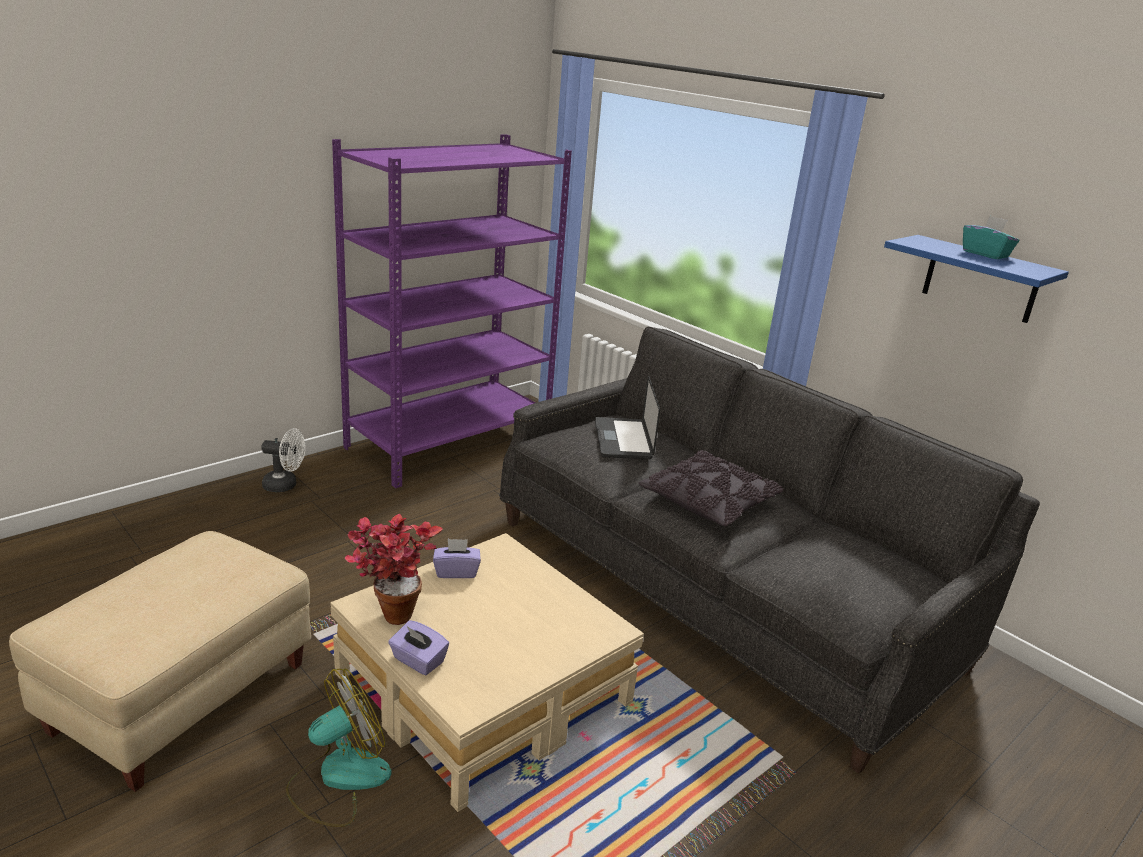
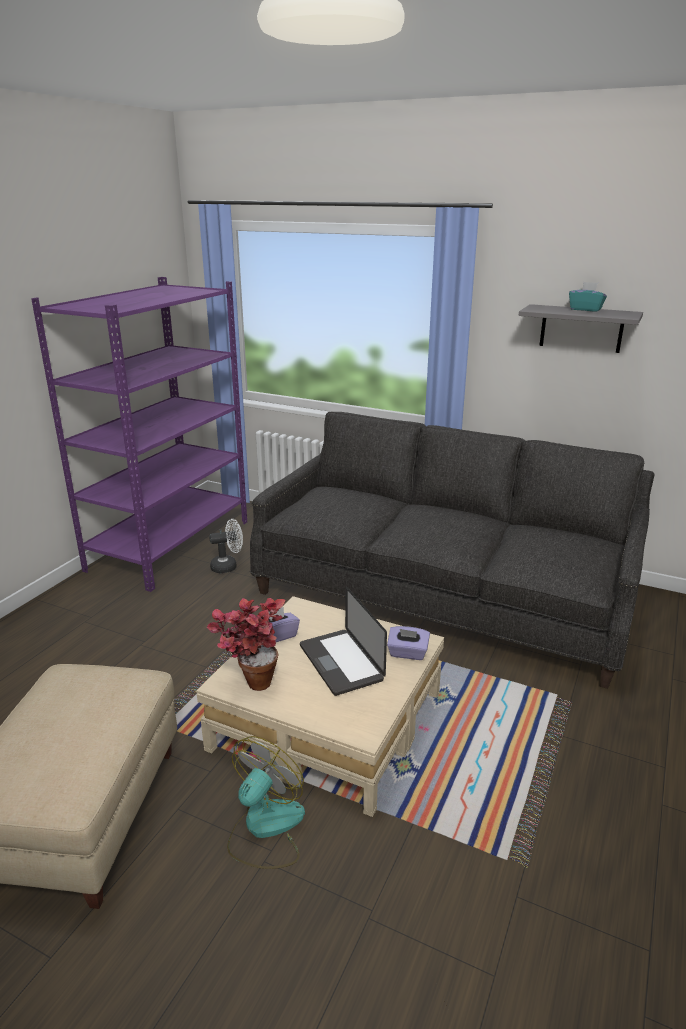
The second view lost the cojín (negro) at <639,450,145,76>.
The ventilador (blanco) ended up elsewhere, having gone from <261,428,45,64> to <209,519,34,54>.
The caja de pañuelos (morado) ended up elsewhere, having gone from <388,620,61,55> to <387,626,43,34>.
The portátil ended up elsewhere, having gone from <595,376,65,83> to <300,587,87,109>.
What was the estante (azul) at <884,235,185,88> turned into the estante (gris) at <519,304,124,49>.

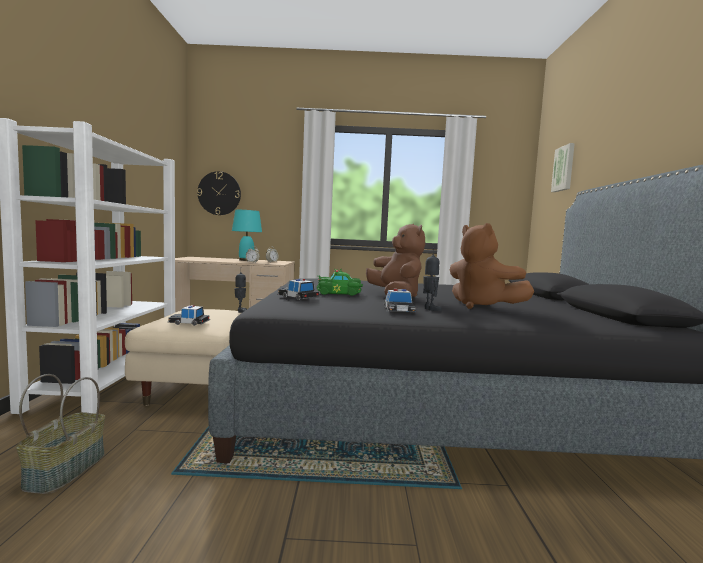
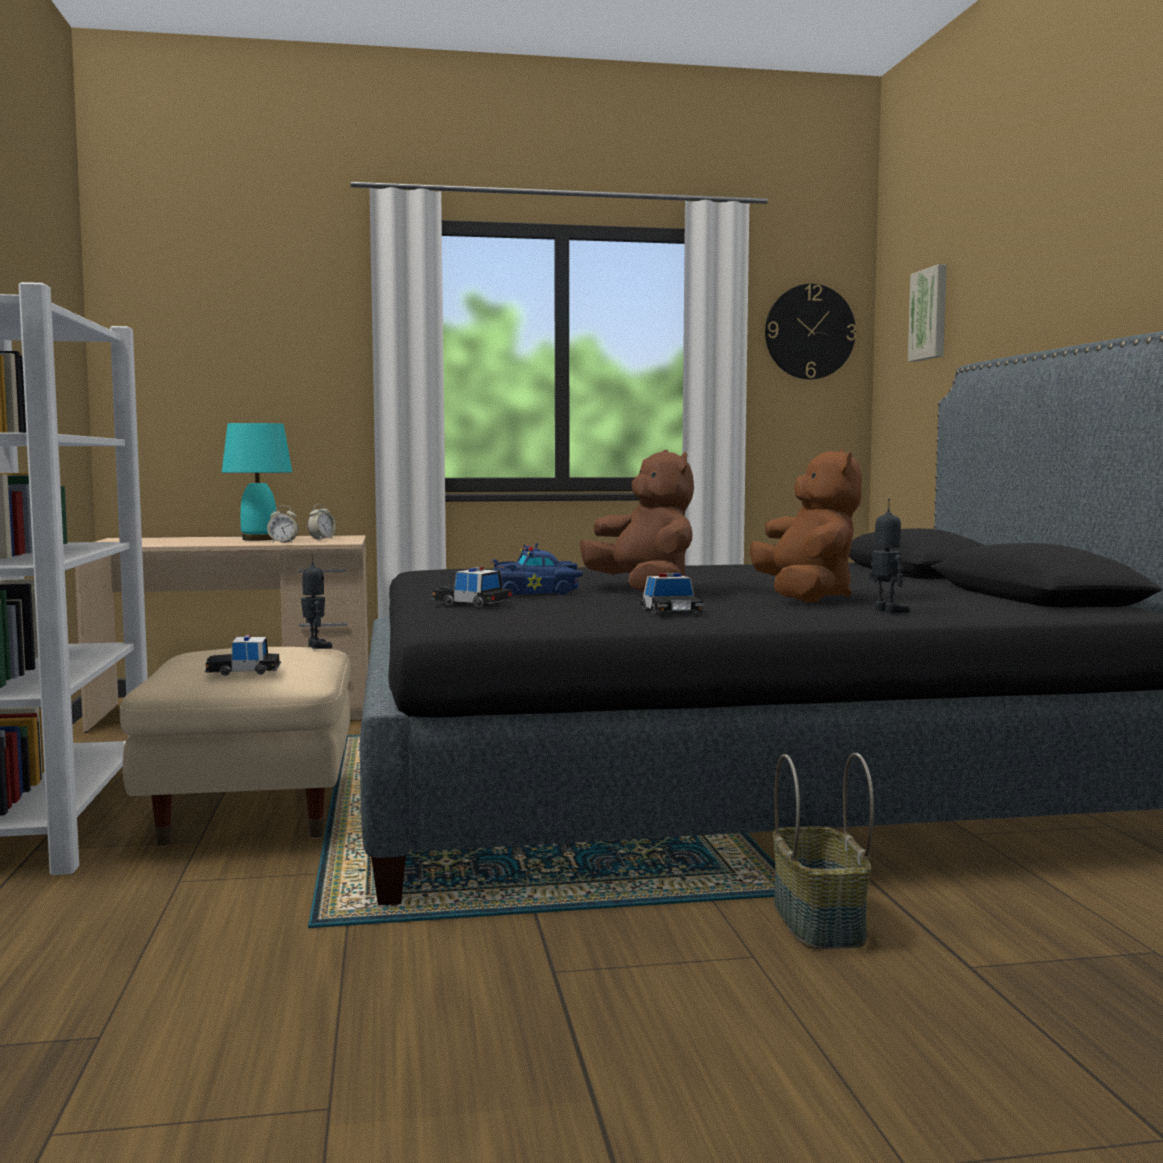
The cesta ended up elsewhere, having gone from <16,374,89,120> to <773,753,101,196>.
The reloj de pared ended up elsewhere, having gone from <197,171,44,44> to <765,284,91,95>.
The robot de juguete ended up elsewhere, having gone from <423,248,19,63> to <869,499,41,114>.
What was the coche de juguete (verde) at <317,269,46,27> turned into the coche de juguete (azul) at <490,543,93,53>.
The peluche (marrón) at <450,223,84,86> ended up facing another way, 135 degrees counterclockwise from before.

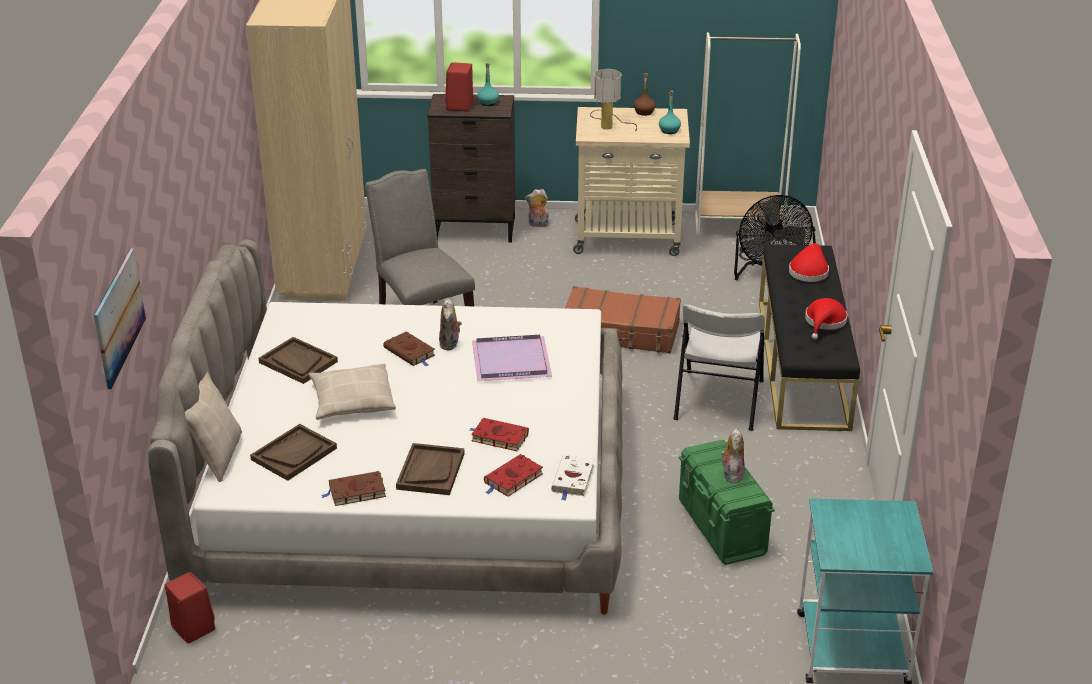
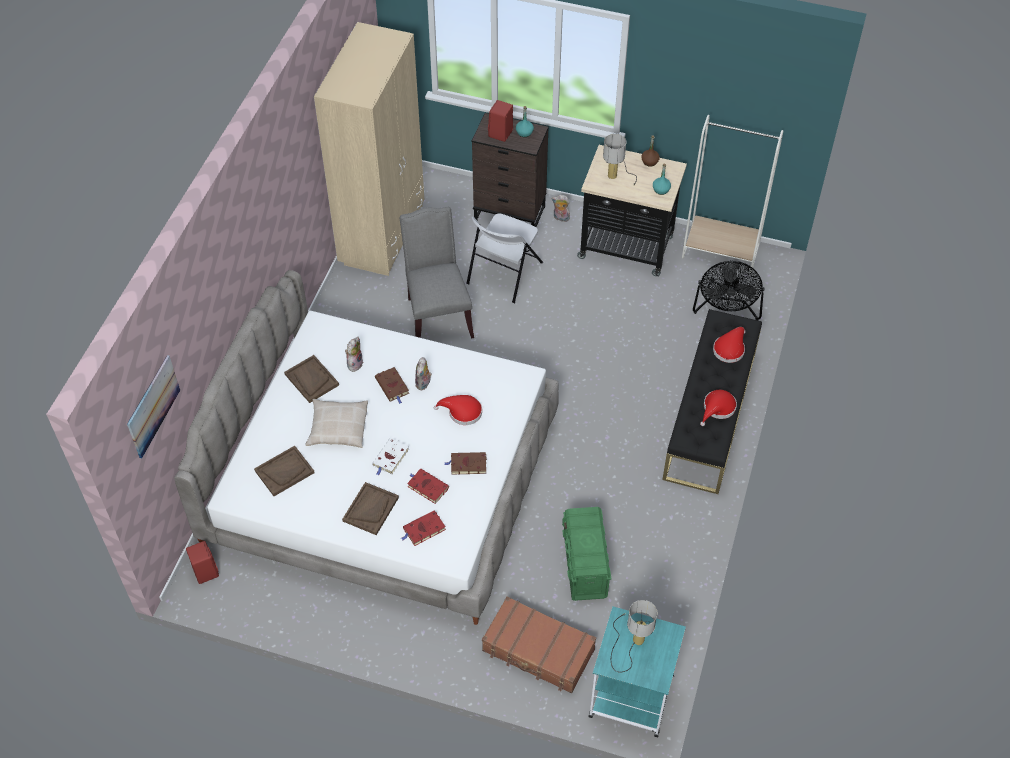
The second view lost the cojín (beis) at <185,371,57,111>.
The second view gained the lámpara de mesa at <611,600,46,73>.
The libro (marrón) ended up elsewhere, having gone from <321,471,65,35> to <445,452,42,22>.
The libro (blanco) ended up elsewhere, having gone from <551,455,43,46> to <372,438,37,38>.
The maleta (marrón) ended up elsewhere, having gone from <565,286,116,68> to <482,596,114,97>.
The silla (blanco) ended up elsewhere, having gone from <673,305,92,126> to <466,213,77,90>.
The peluche ended up elsewhere, having gone from <721,428,24,55> to <345,337,19,35>.
Where the bandeja (morado) stood at <472,335,80,46>, the sombrero (rojo) came to stand at <434,395,48,30>.
What was the carrito (beis) at <573,107,117,149> turned into the carrito (negro) at <577,145,110,132>.

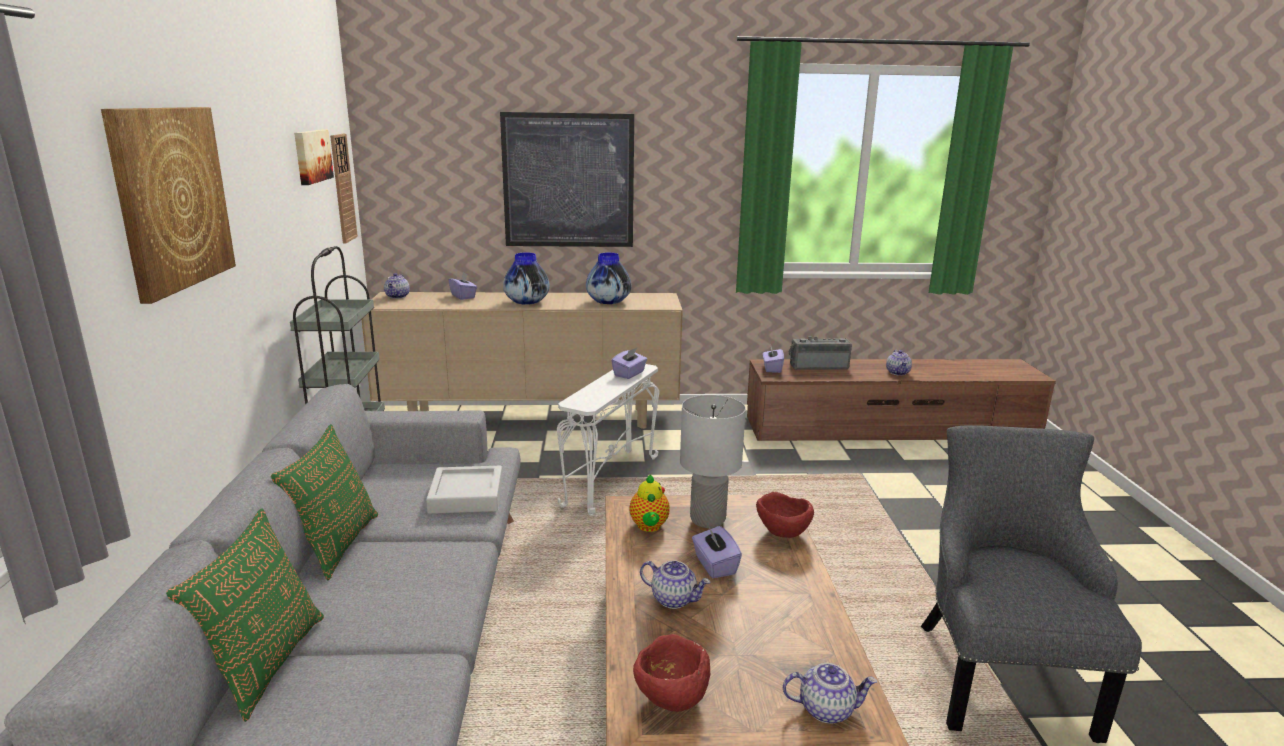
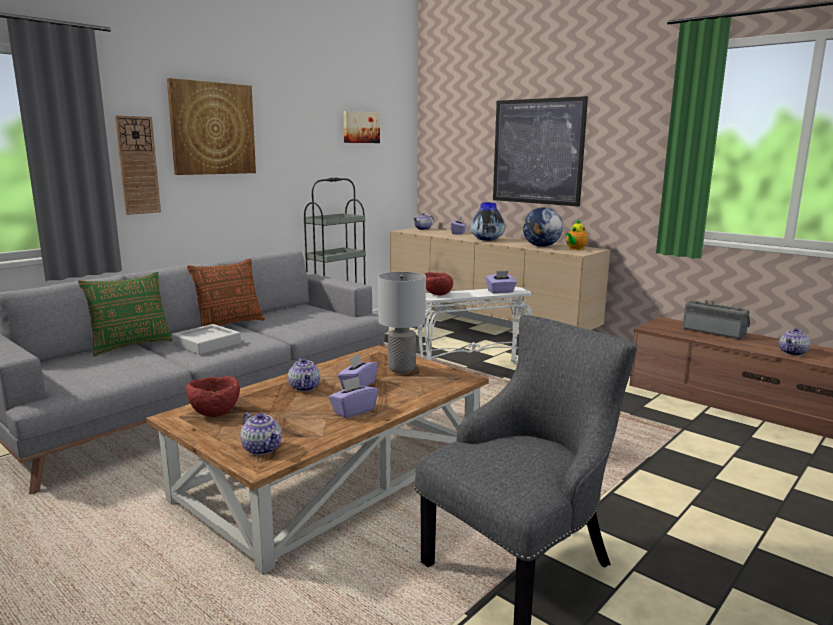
The reloj de pared ended up elsewhere, having gone from <330,134,28,110> to <115,115,46,100>.
The bandeja (gris) ended up elsewhere, having gone from <426,466,77,48> to <172,324,69,31>.
The tetera ended up elsewhere, having gone from <629,475,41,57> to <566,219,22,31>.
The cuenco (rojo) ended up elsewhere, having gone from <756,492,58,46> to <424,272,29,24>.
The caja de pañuelos (morado) ended up elsewhere, having gone from <763,346,21,27> to <329,376,49,42>.
Where the florero stood at <586,253,46,51>, the globo terráqueo came to stand at <523,207,40,40>.
What was the cojín (verde) at <271,424,107,157> turned into the cojín (marrón) at <187,259,78,68>.

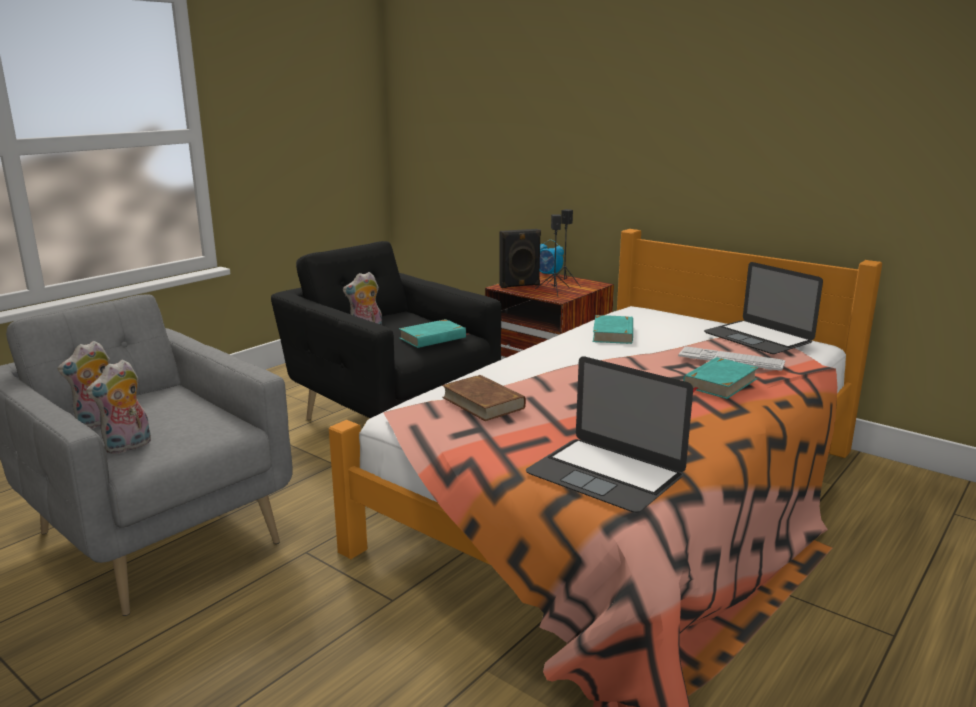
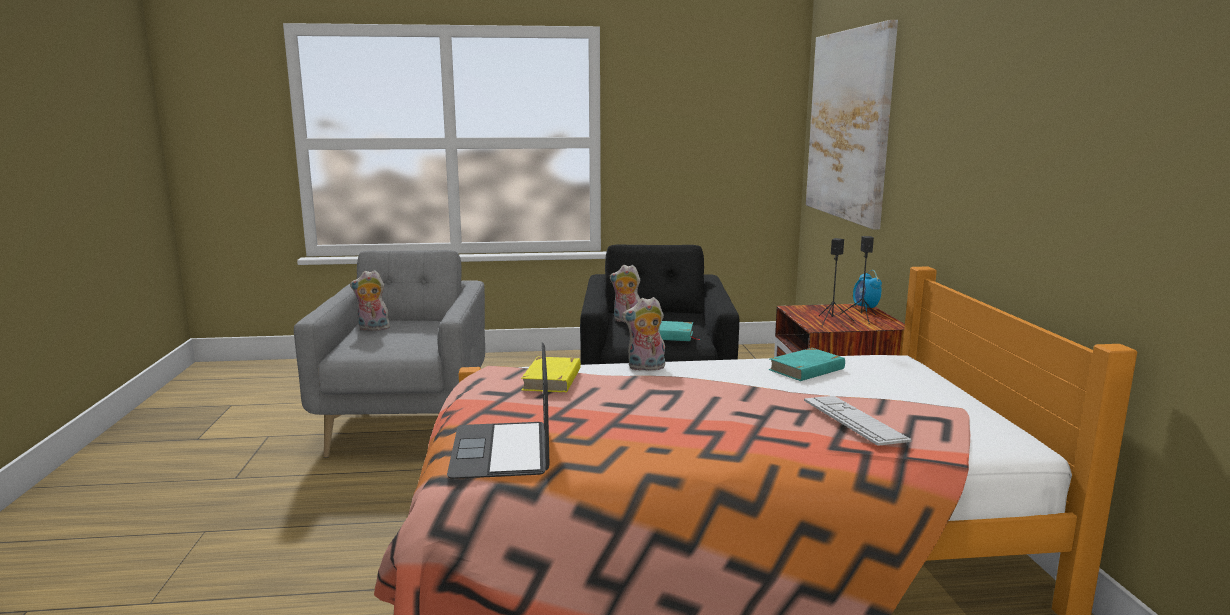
The second view lost the altavoz (negro) at <499,229,42,59>.
The second view lost the libro (turquesa) at <683,357,76,42>.
The second view lost the portátil at <704,262,119,92>.
The second view gained the cuadro at <806,20,92,210>.
The peluche ended up elsewhere, having gone from <86,359,65,95> to <622,297,43,74>.
What was the libro (marrón) at <442,375,84,46> turned into the libro (amarillo) at <521,357,60,35>.

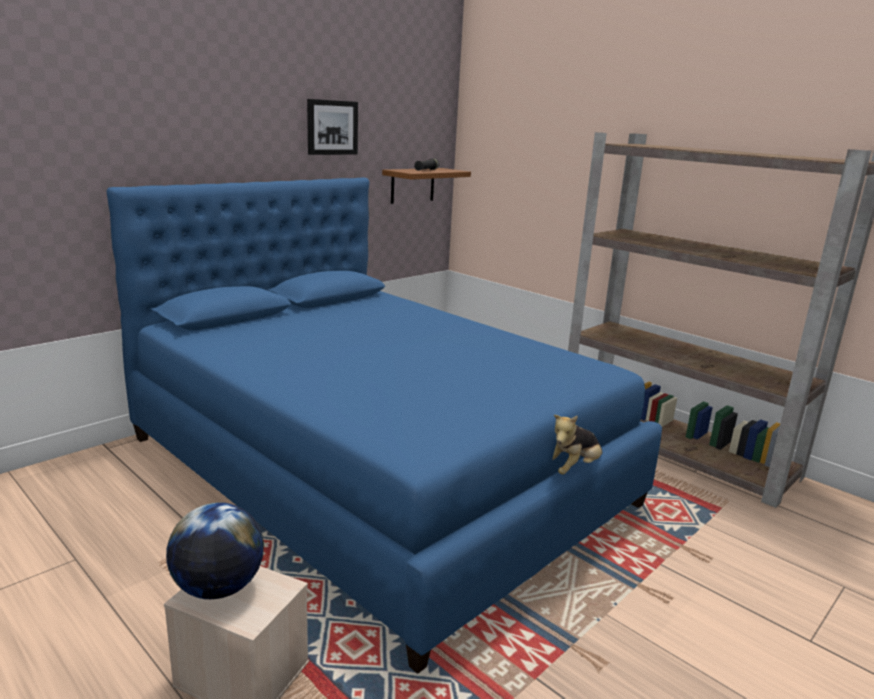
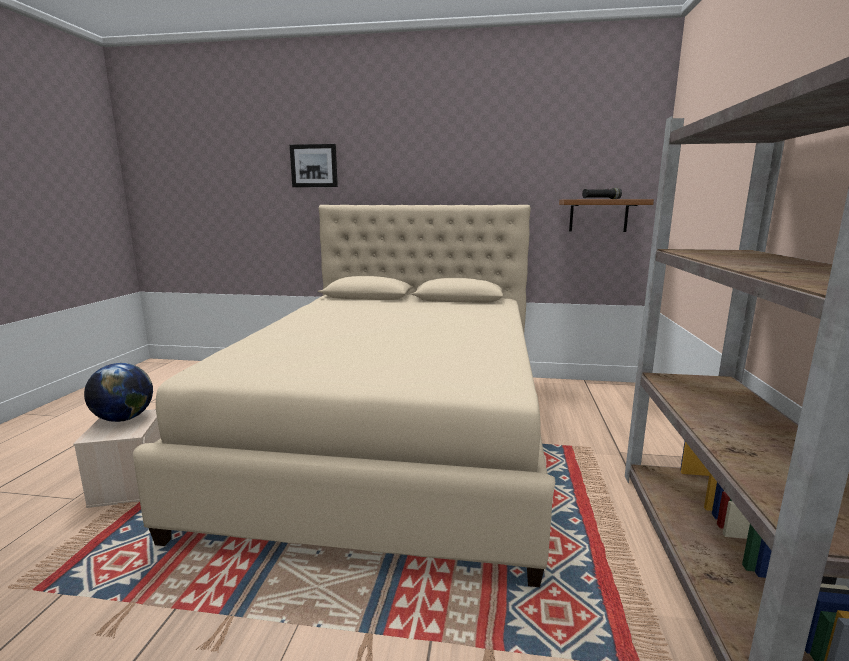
The second view lost the peluche at <552,415,50,60>.
The cuadro ended up elsewhere, having gone from <307,99,51,56> to <290,144,48,43>.
What was the cama (azul) at <107,178,555,496> turned into the cama (beis) at <133,205,422,382>.

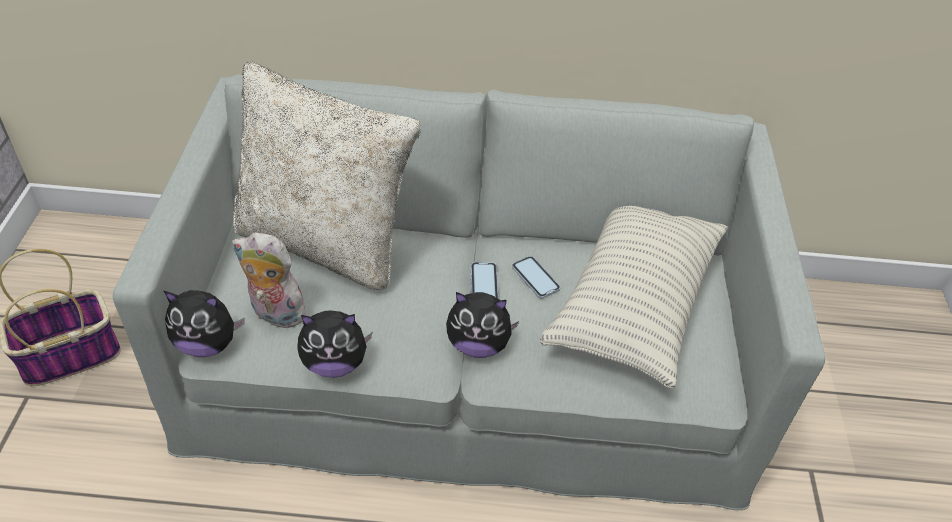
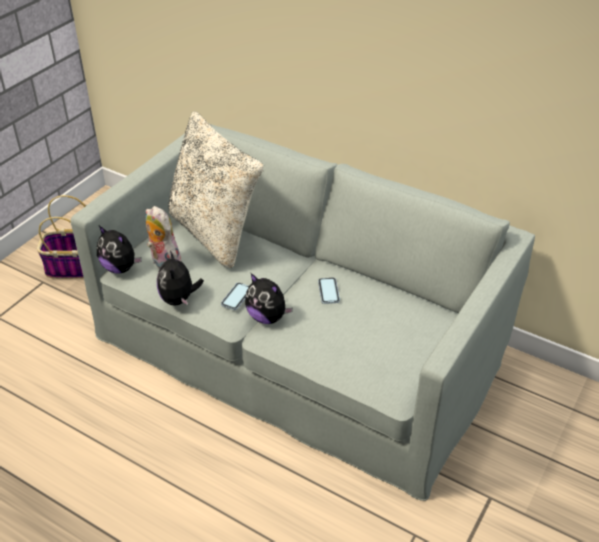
The second view lost the cojín at <540,206,188,182>.
The móvil ended up elsewhere, having gone from <471,262,28,37> to <221,283,28,27>.
The peluche at <297,310,75,68> ended up facing another way, 60 degrees clockwise from before.

